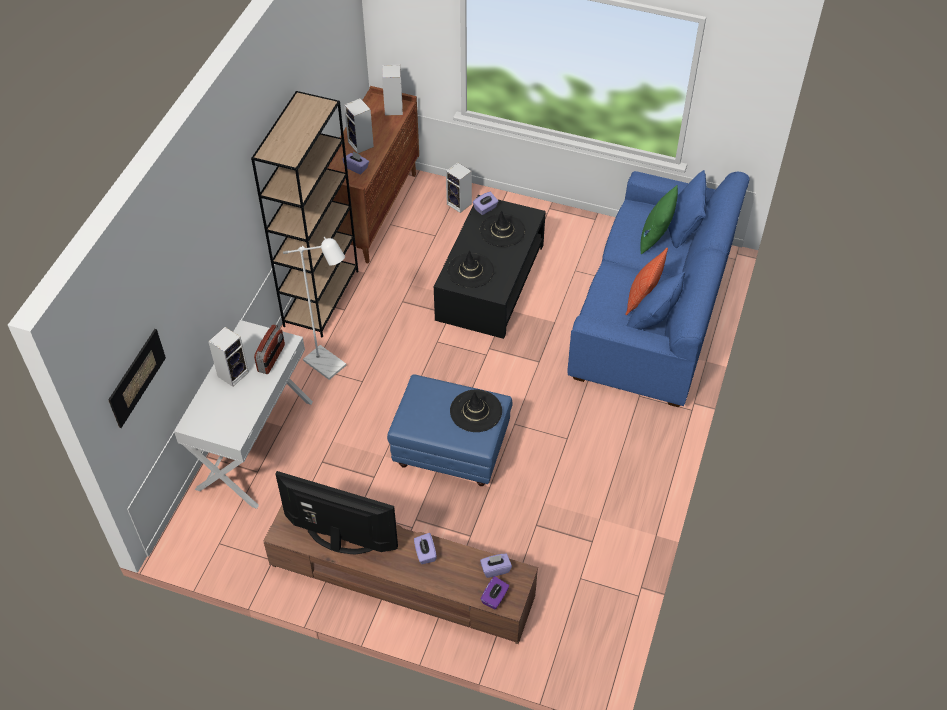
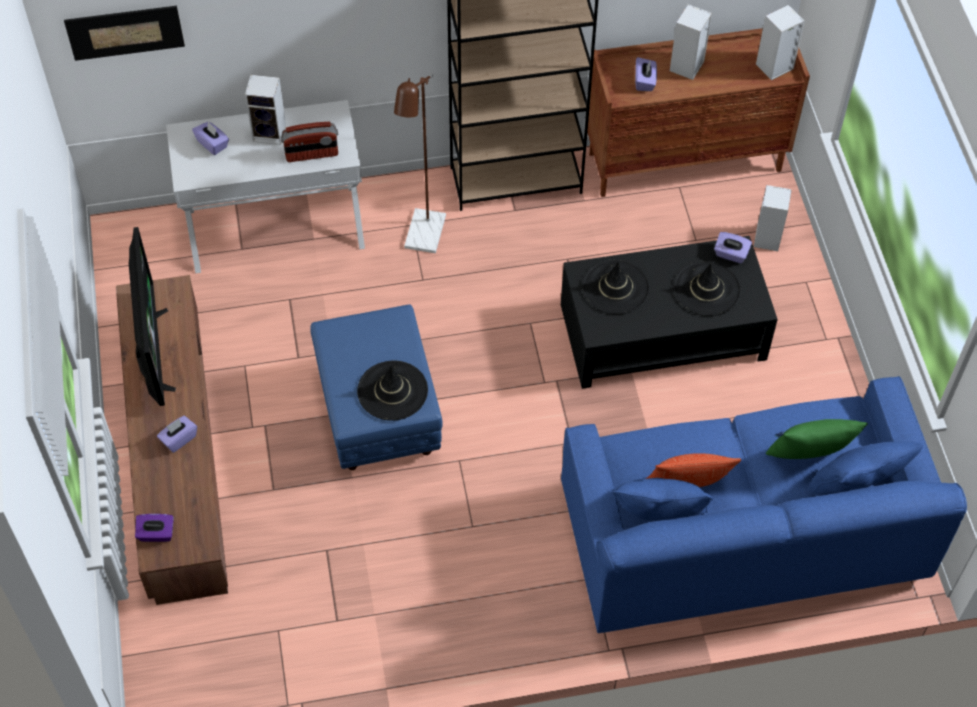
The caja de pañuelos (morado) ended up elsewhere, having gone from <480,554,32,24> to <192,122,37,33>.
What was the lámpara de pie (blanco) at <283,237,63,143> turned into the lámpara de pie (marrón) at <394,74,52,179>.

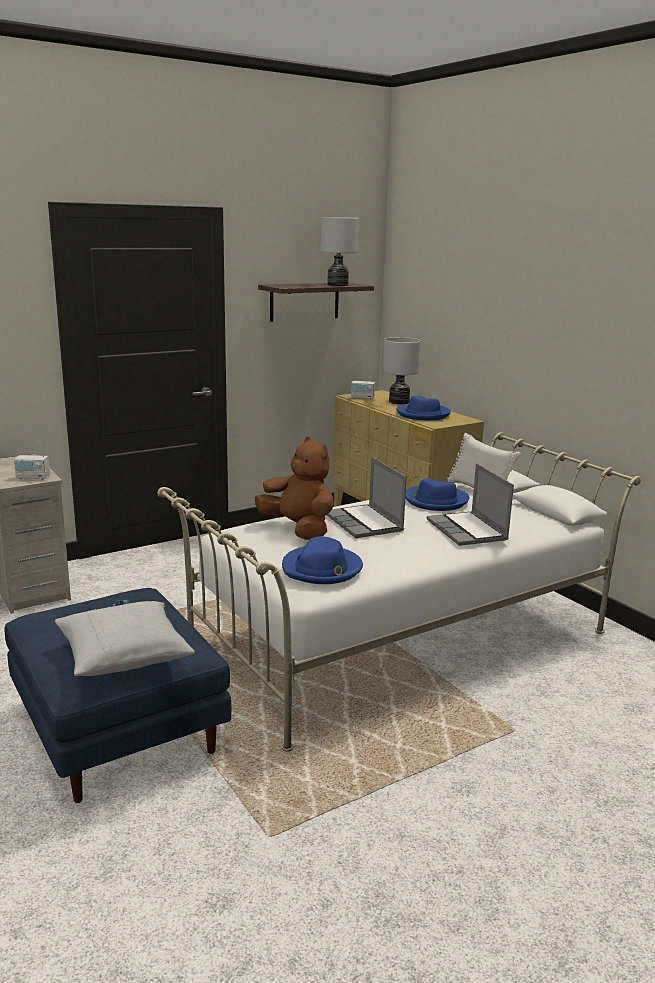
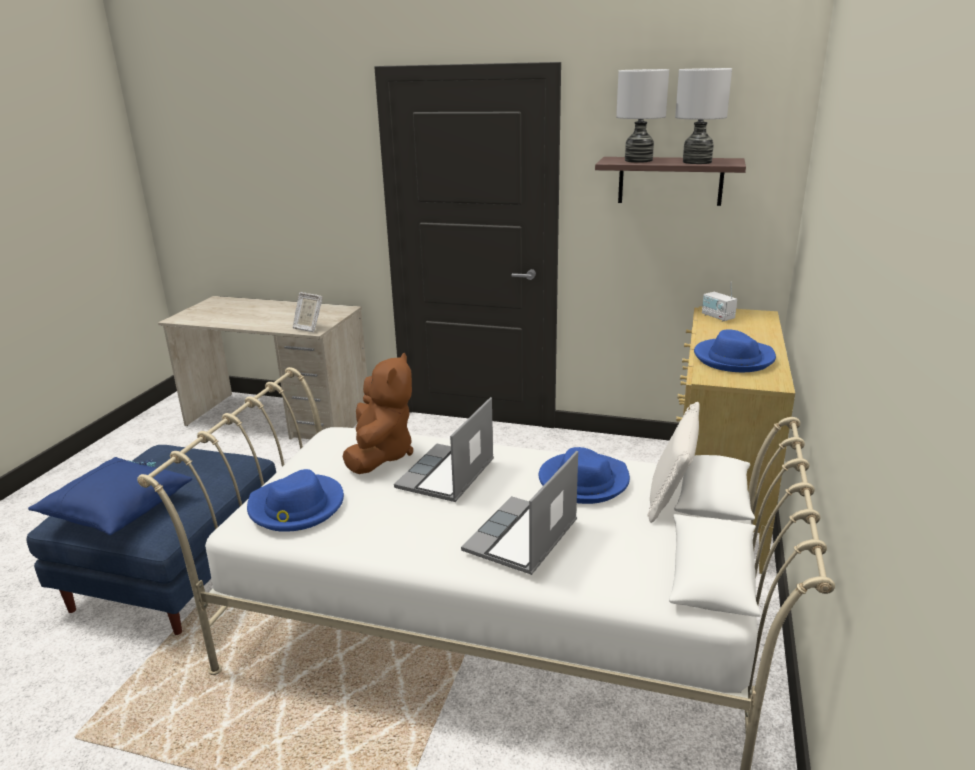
The lámpara de mesa (gris) ended up elsewhere, having gone from <383,337,37,67> to <616,69,53,94>.
Where the radio stood at <14,441,36,39>, the portarretratos came to stand at <293,292,30,40>.
What was the cojín (gris) at <55,600,140,76> turned into the cojín (azul) at <28,457,164,78>.

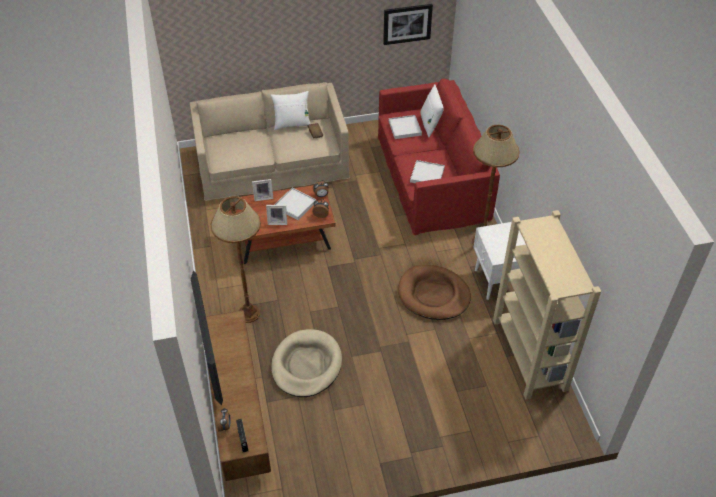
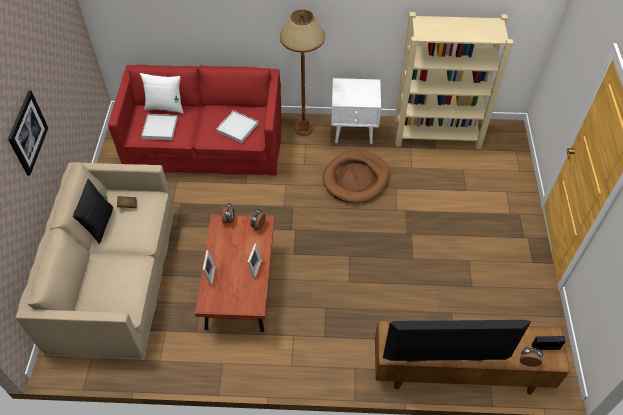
The second view lost the lámpara de pie (marrón) at <210,196,51,127>.
The second view lost the cama para perro (beis) at <271,329,71,68>.
The second view lost the bandeja (blanco) at <274,188,42,32>.
The cuadro ended up elsewhere, having gone from <383,4,50,41> to <8,90,40,85>.
What was the cojín (blanco) at <271,91,39,39> turned into the cojín (negro) at <73,179,40,65>.

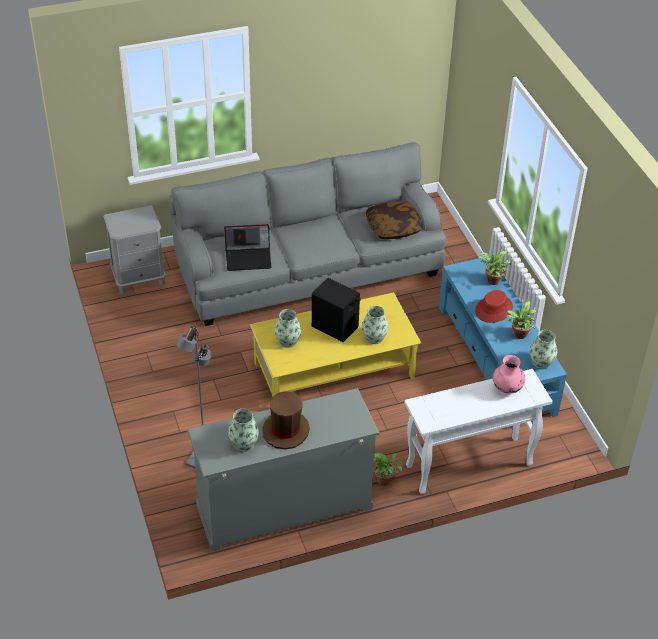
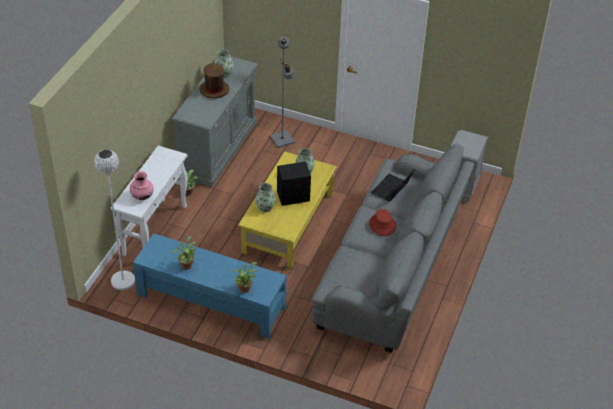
The second view lost the cojín at <366,201,56,38>.
The second view lost the florero at <530,330,27,39>.
The second view gained the lámpara de pie (blanco) at <94,149,41,141>.
The sombrero (rojo) ended up elsewhere, having gone from <475,290,38,33> to <369,209,27,27>.

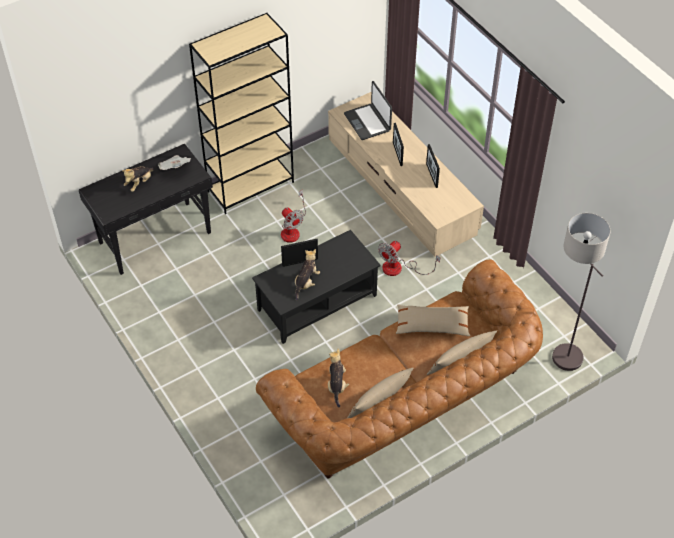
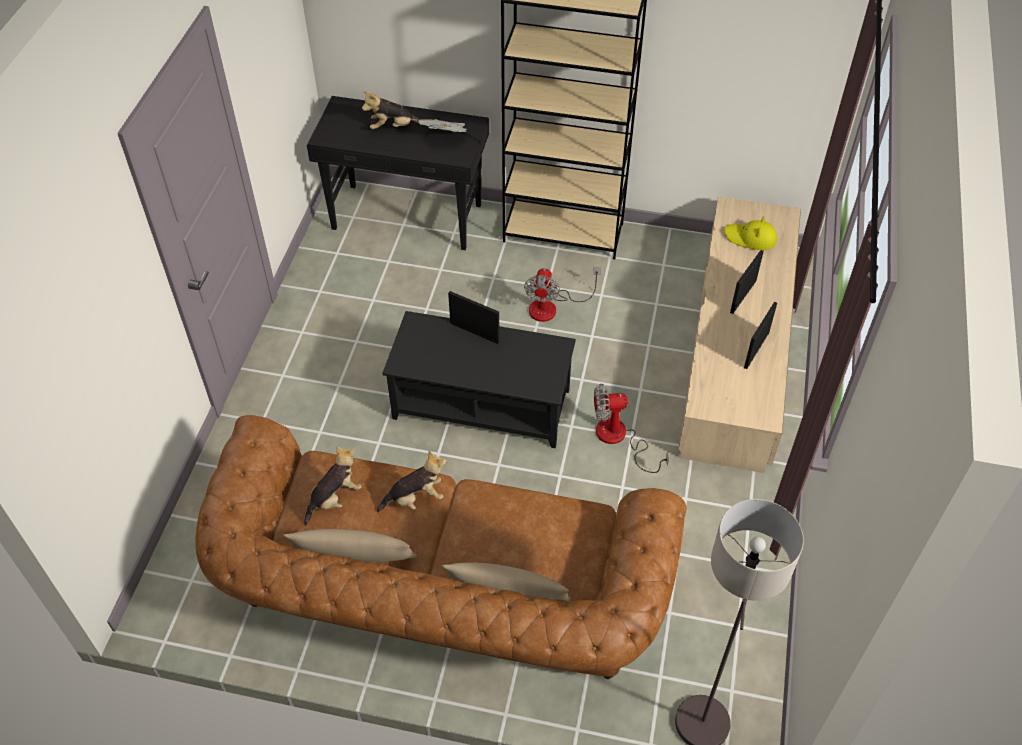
The second view lost the cojín (beis) at <396,304,74,32>.
The peluche ended up elsewhere, having gone from <295,249,25,52> to <377,451,69,62>.
Where the portátil stood at <344,81,48,59>, the sombrero (amarillo) came to stand at <724,216,53,34>.

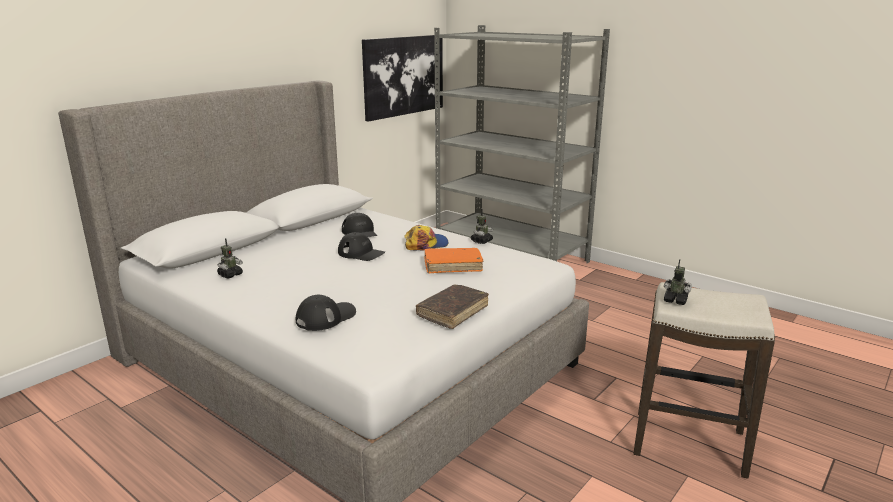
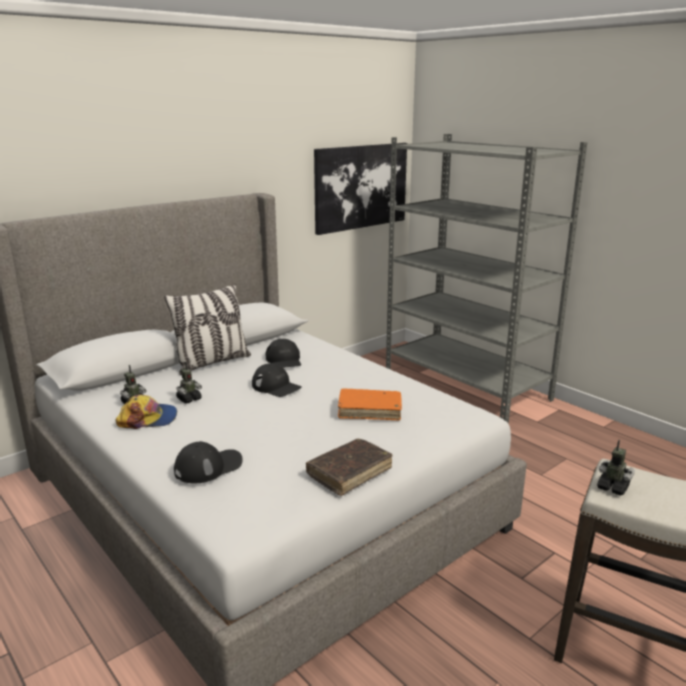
The second view gained the cojín at <164,284,87,91>.
The gorra ended up elsewhere, having gone from <404,225,45,26> to <116,395,61,34>.
The robot de juguete ended up elsewhere, having gone from <471,209,22,35> to <176,362,26,41>.

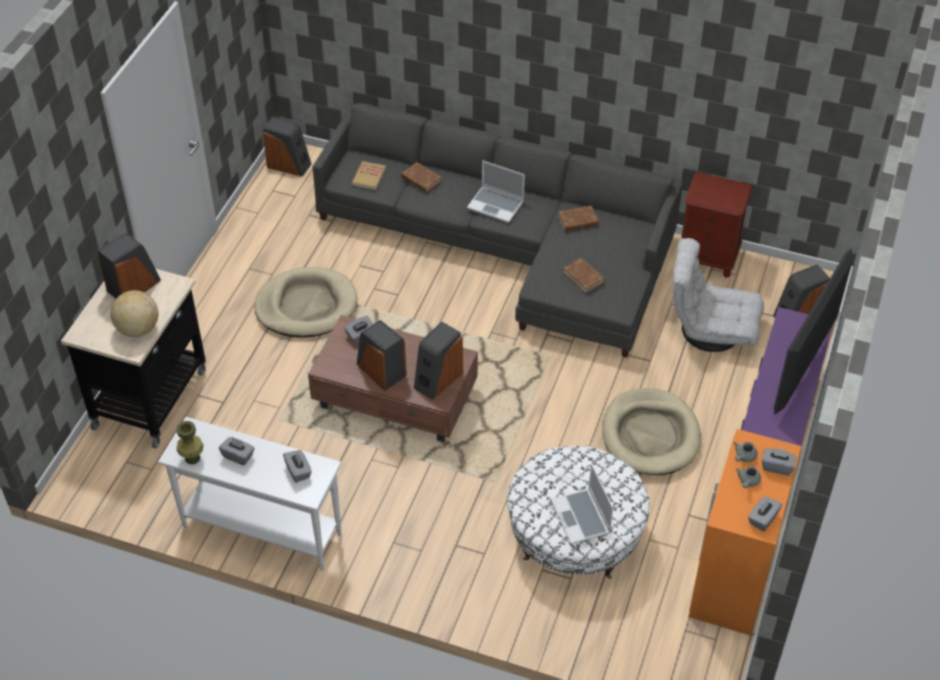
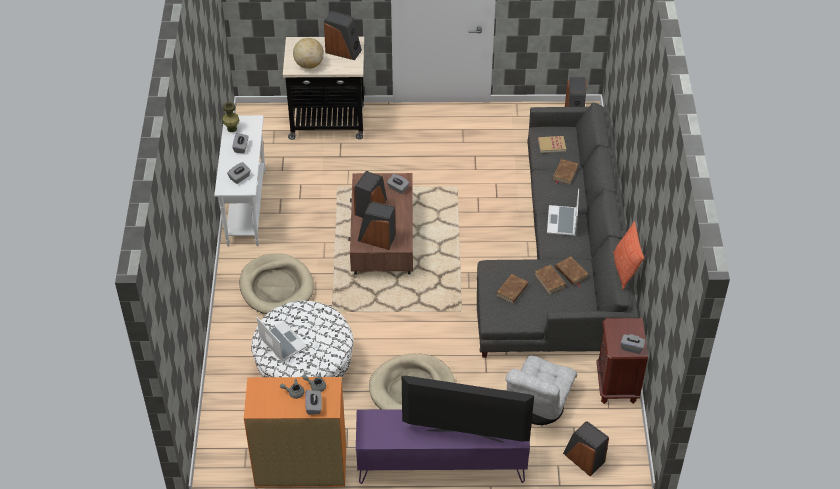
The second view gained the libro (marrón) at <535,265,31,29>.
The second view gained the cojín (naranja) at <613,221,31,68>.
The cama para perro (beis) ended up elsewhere, having gone from <255,267,103,71> to <239,253,75,61>.
The caja de pañuelos (gris) ended up elsewhere, having gone from <748,497,34,34> to <621,334,24,20>.
The portátil at <551,464,62,80> ended up facing another way, 90 degrees clockwise from before.
The sillón (gris) at <673,238,91,114> ended up facing another way, 150 degrees counterclockwise from before.

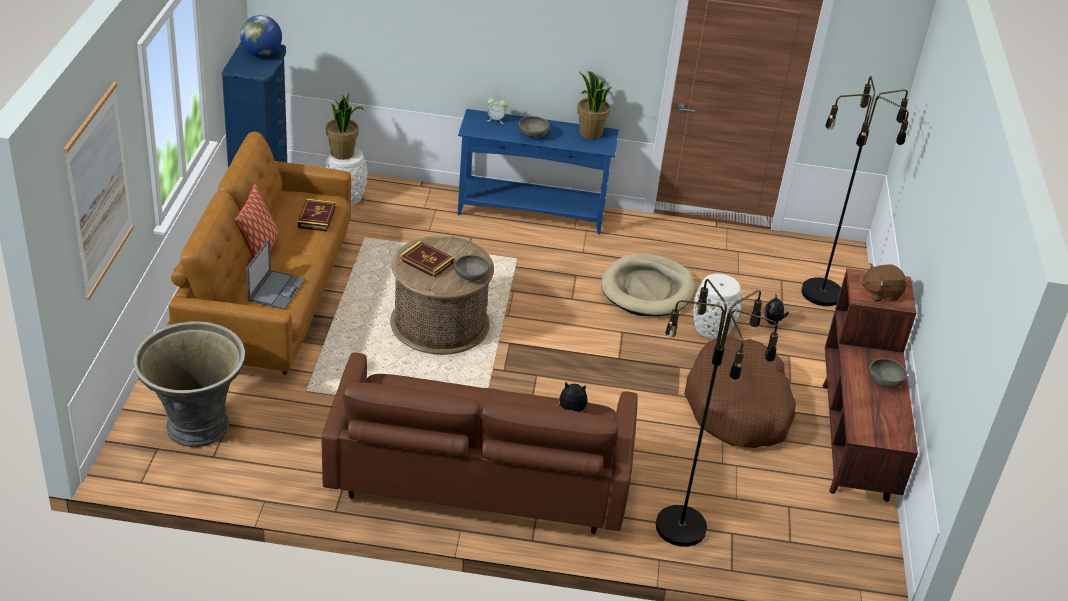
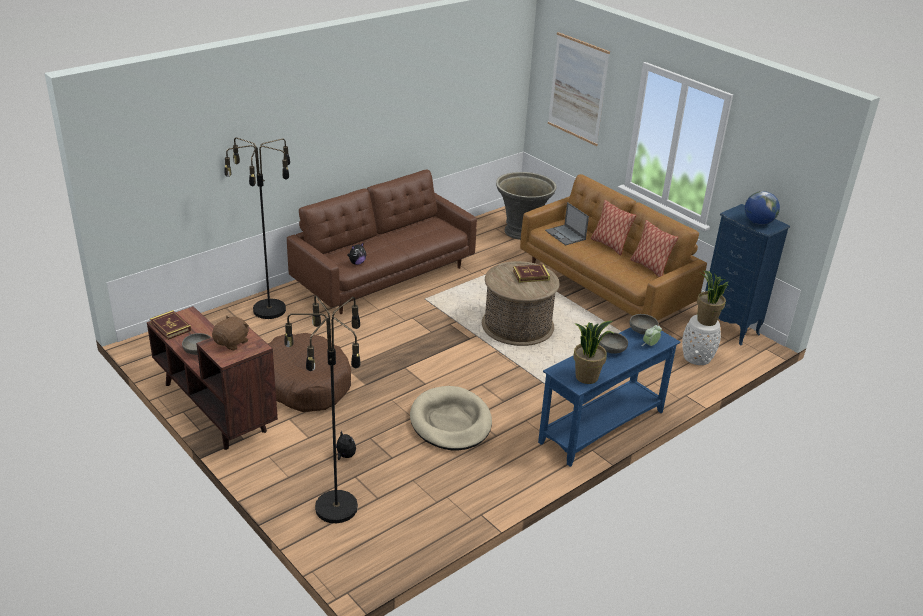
The second view lost the taburete (blanco) at <693,274,48,65>.
The second view gained the cojín at <630,220,48,57>.
The libro ended up elsewhere, having gone from <298,199,38,32> to <150,310,41,30>.
The cuenco (gris) ended up elsewhere, having gone from <455,255,34,26> to <630,314,29,20>.

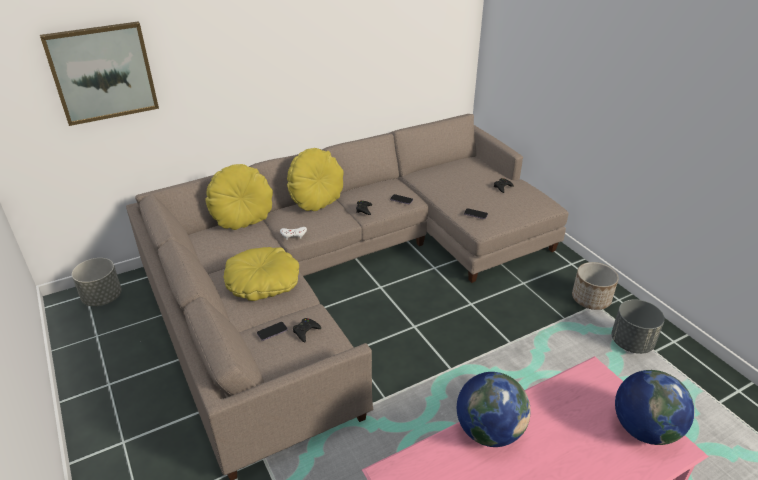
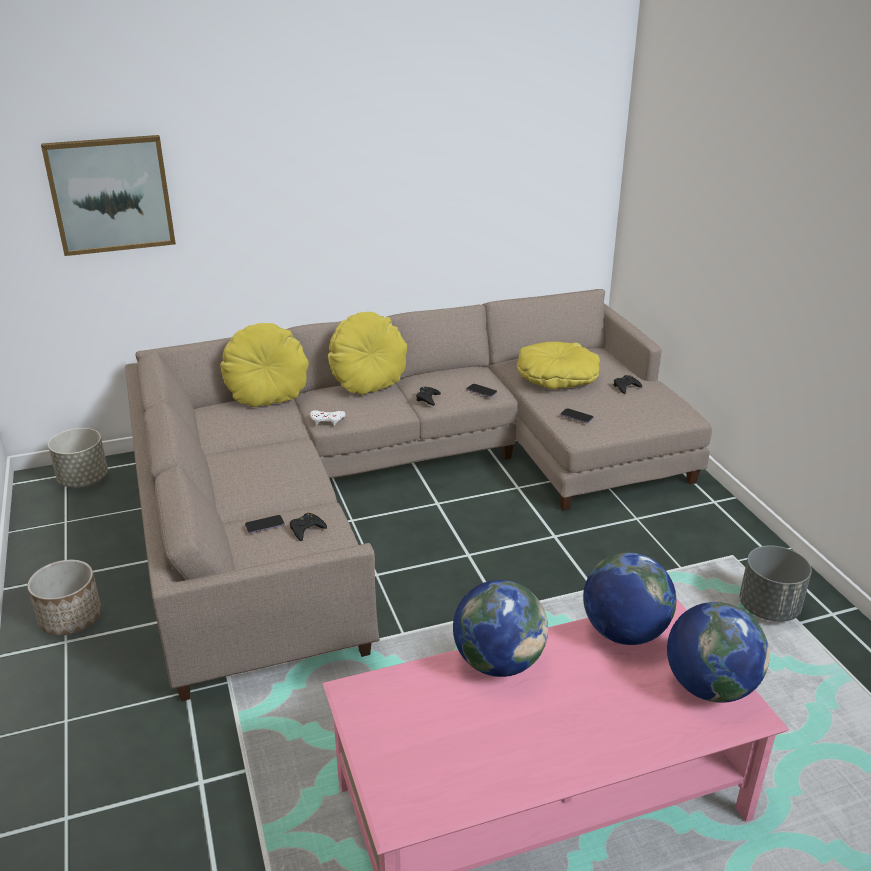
The second view gained the globo terráqueo at <583,552,93,93>.
The cojín (amarillo) ended up elsewhere, having gone from <224,247,75,54> to <517,342,83,47>.
The maceta ended up elsewhere, having gone from <572,262,47,48> to <27,560,74,76>.

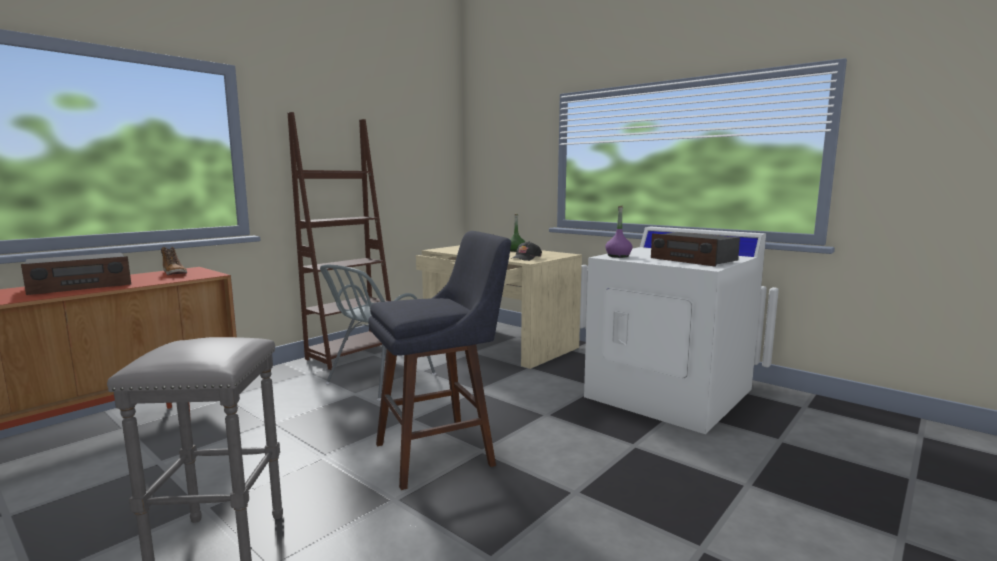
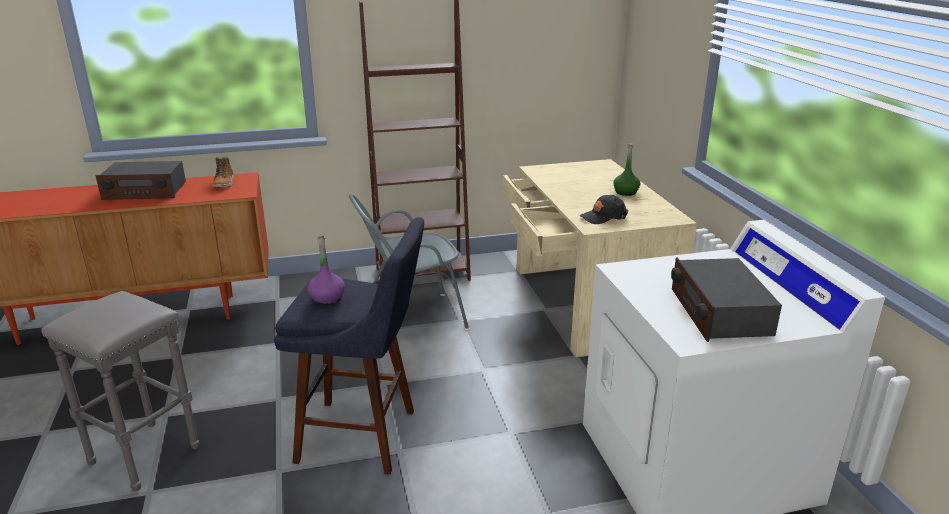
The botella (morado) ended up elsewhere, having gone from <605,205,27,53> to <308,235,37,70>.

